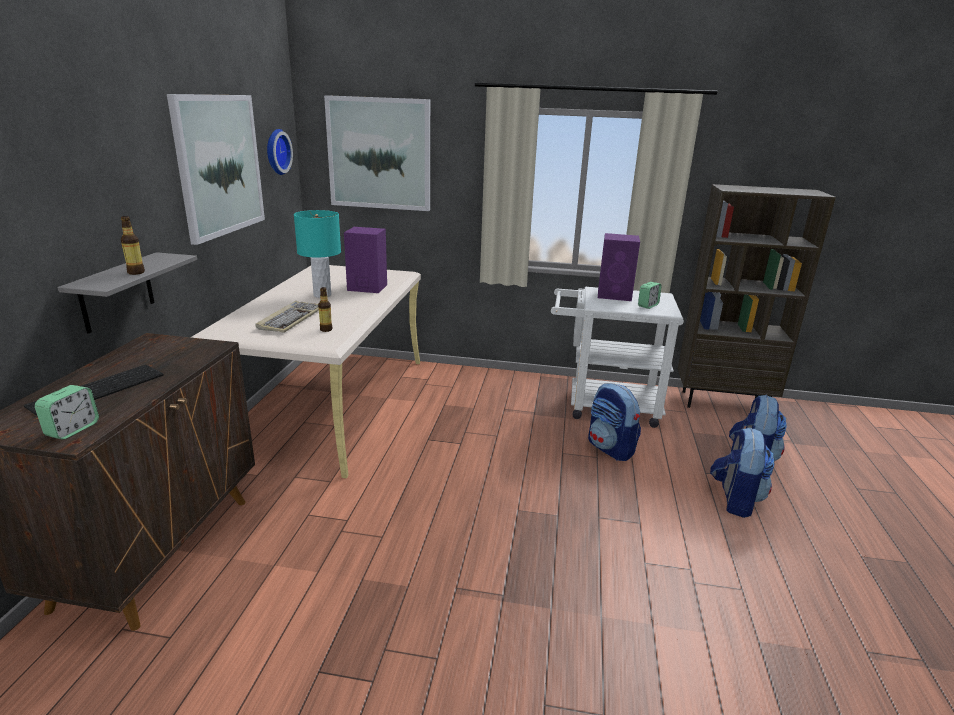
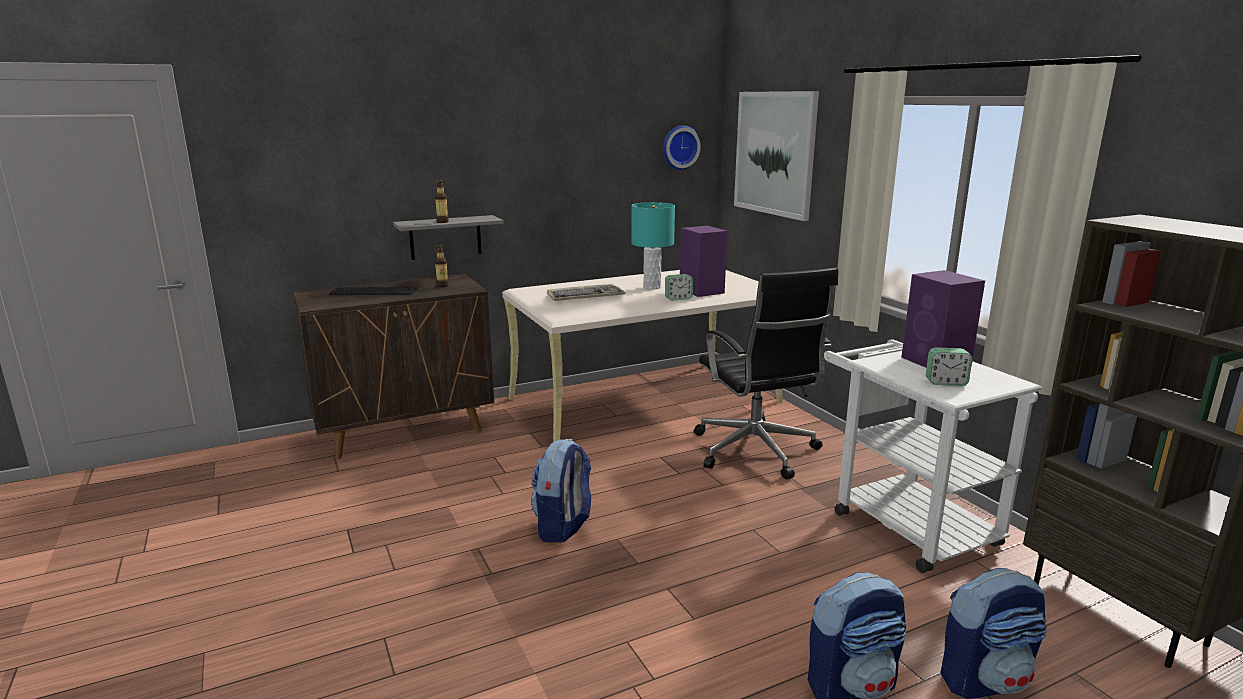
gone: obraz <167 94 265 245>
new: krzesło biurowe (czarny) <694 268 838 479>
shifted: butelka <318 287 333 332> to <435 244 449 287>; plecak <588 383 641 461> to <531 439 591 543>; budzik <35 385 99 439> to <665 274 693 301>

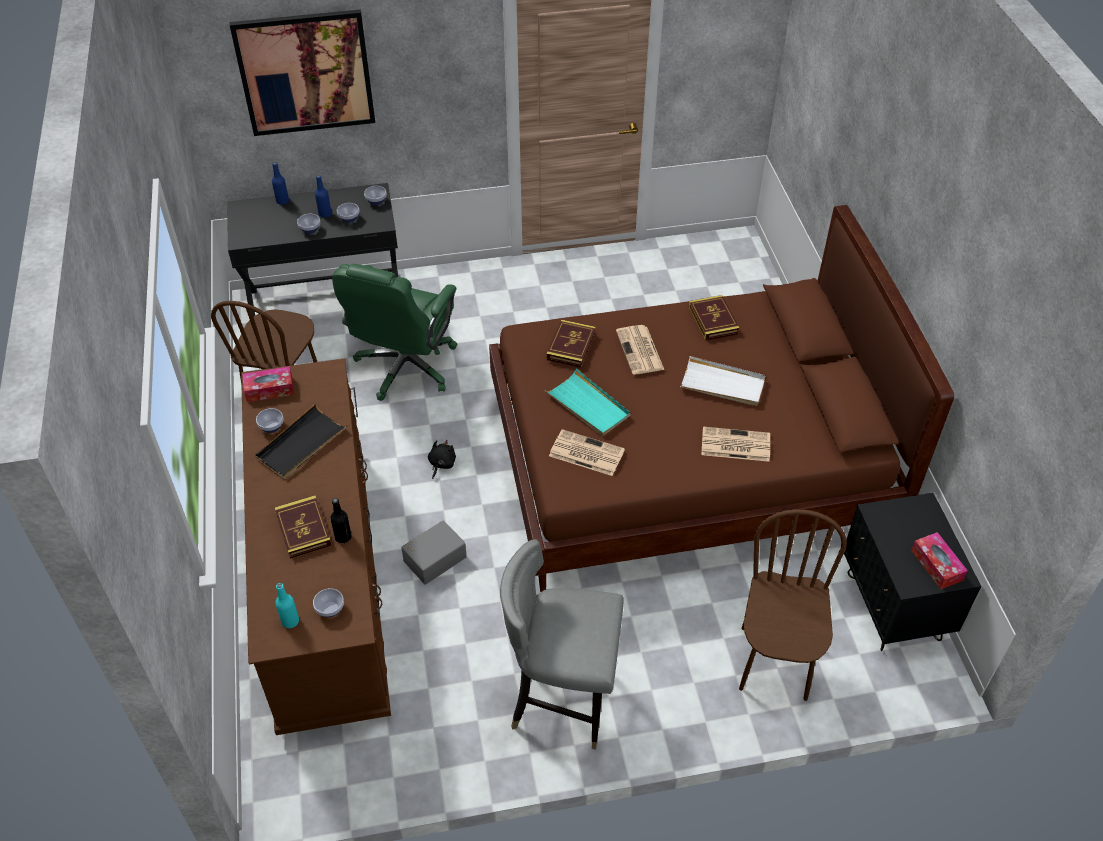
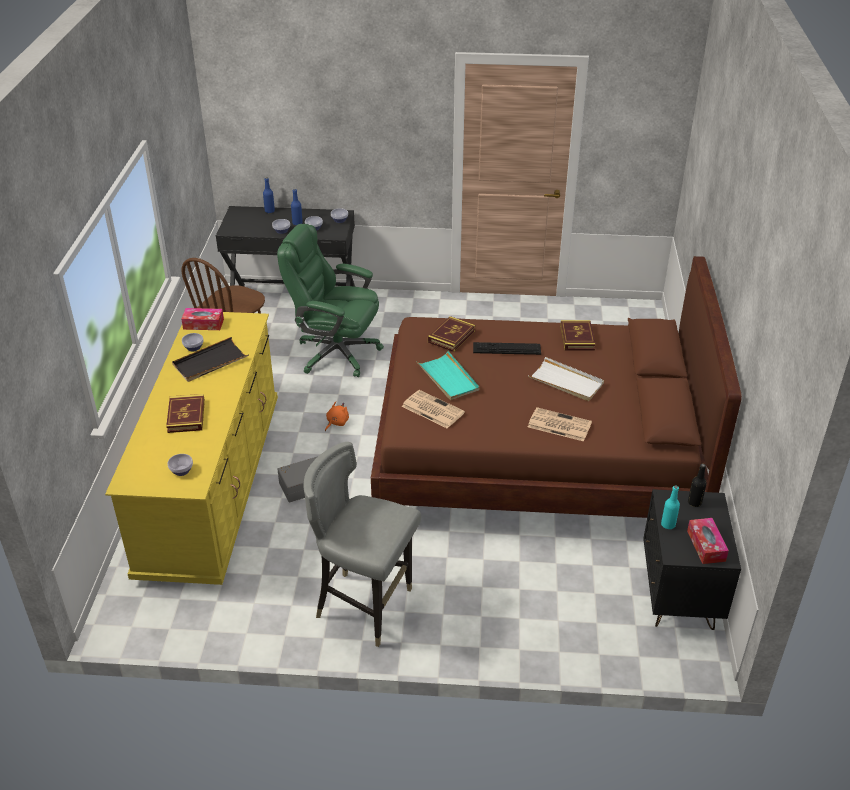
gone: obraz <230 9 375 136>; krzesło (brązowy) <739 509 847 701>
shifted: butelka (turkusowy) <275 583 299 628> to <661 485 680 529>; butelka (czarny) <330 498 352 543> to <688 464 707 507>
swapped: gazeta <616 325 664 375> to klawiatura <473 342 541 355>
repainted: komoda (brązowy) <241 358 391 735> to komoda (żółty) <105 312 278 585>; pluszak (czarny) <428 440 456 479> to pluszak (pomarańczowy) <325 401 349 431>
rotated: krzesło biurowe (zielony) <332 264 458 401> = <277 224 384 377> 75 degrees clockwise

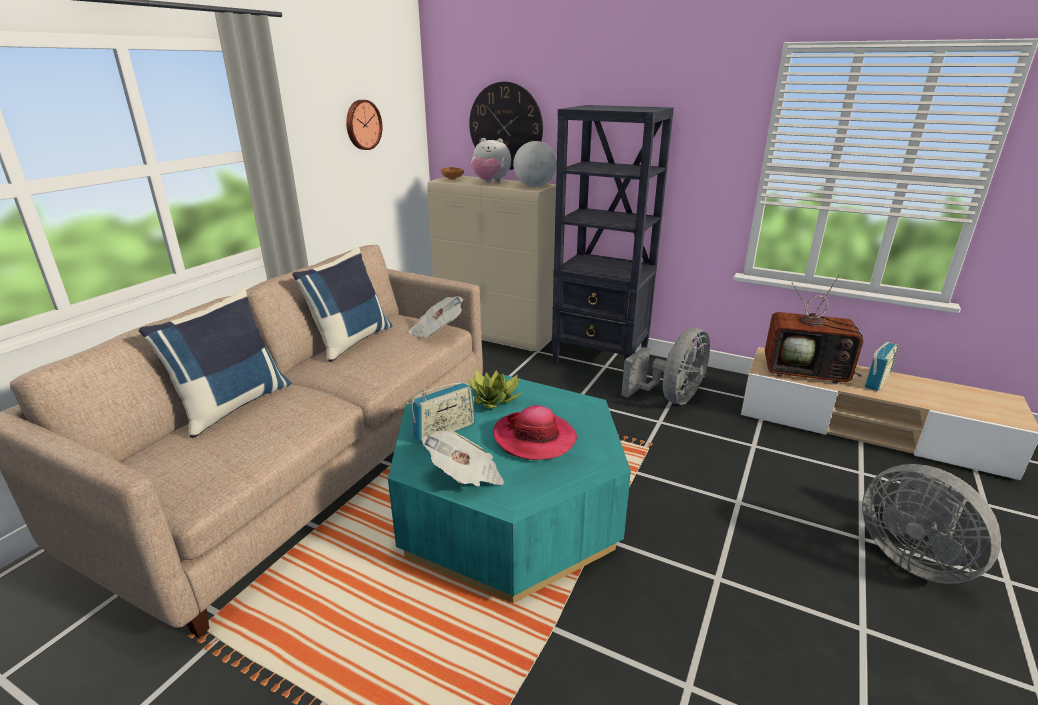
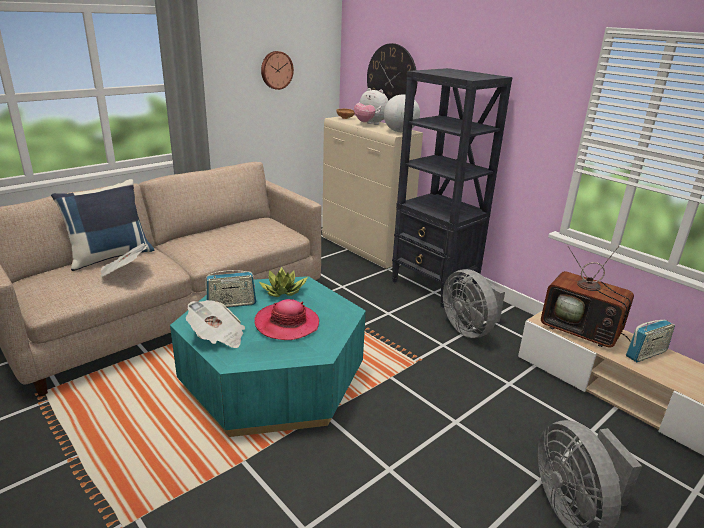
gone: poduszka (niebieski) <292 247 393 362>
shifted: gazeta <408 296 463 339> to <100 243 147 278>
rotated: wentylator (szary) <621 328 710 404> = <443 269 505 338> 90 degrees clockwise

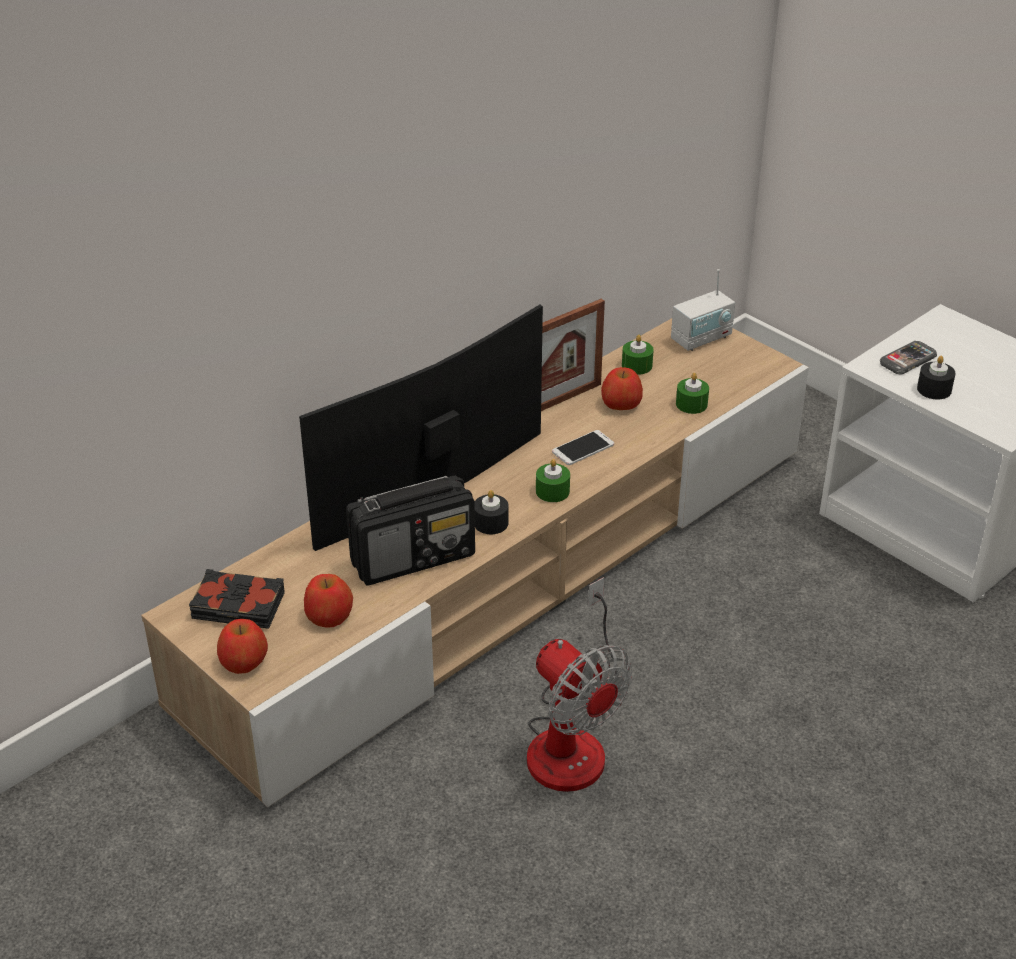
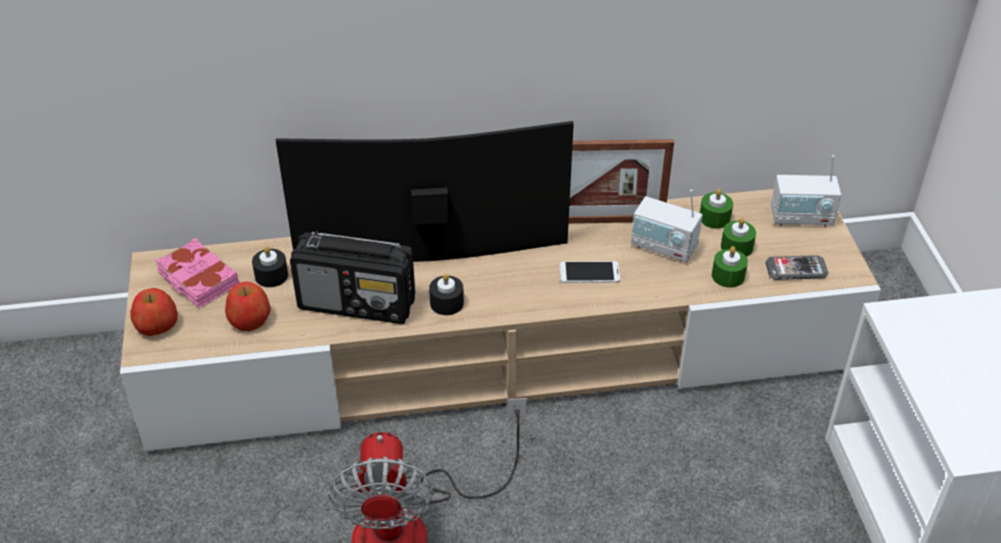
shifted: świeca (czarny) <917 356 955 400> to <252 246 288 287>; świeca (zielony) <536 459 570 502> to <721 218 756 257>; telefon <880 341 937 375> to <765 255 828 280>
swapped: jabłko <601 367 643 410> to radio <631 189 703 262>
repainted: książka (czarny) <189 569 285 629> to książka (różowy) <155 238 239 308>

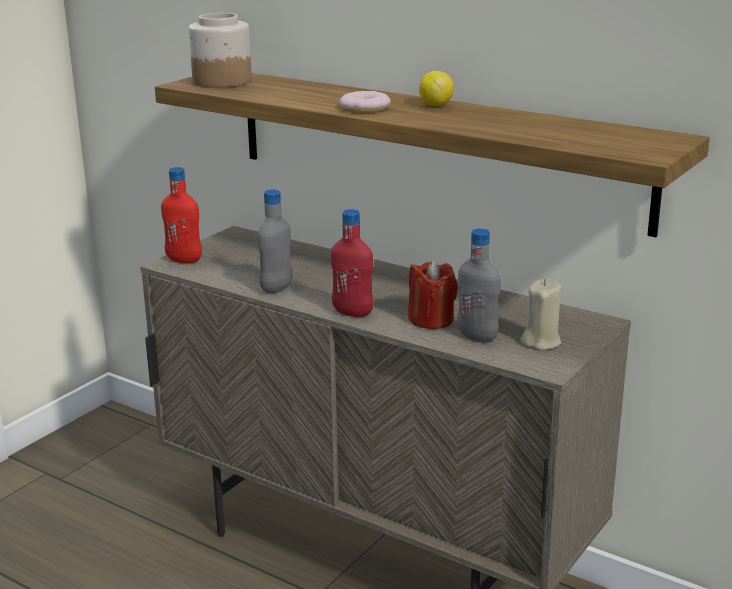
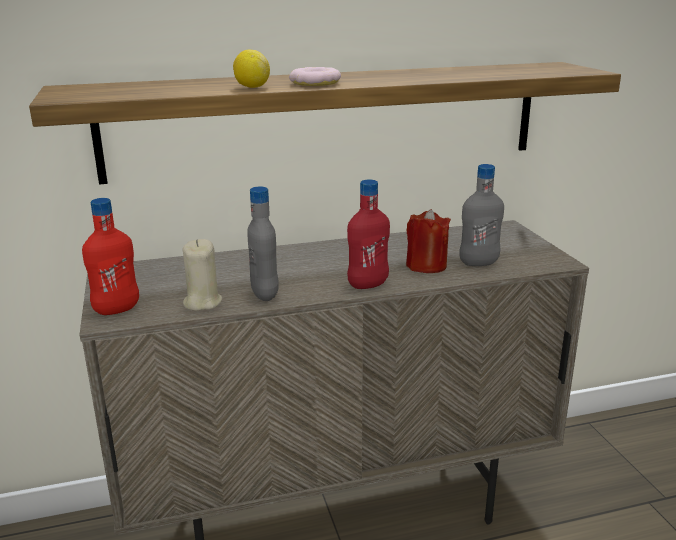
gone: słoik <189 13 252 88>
shifted: świeca (beżowy) <520 278 562 350> to <182 239 222 311>; cytryna <419 71 454 106> to <233 50 270 88>

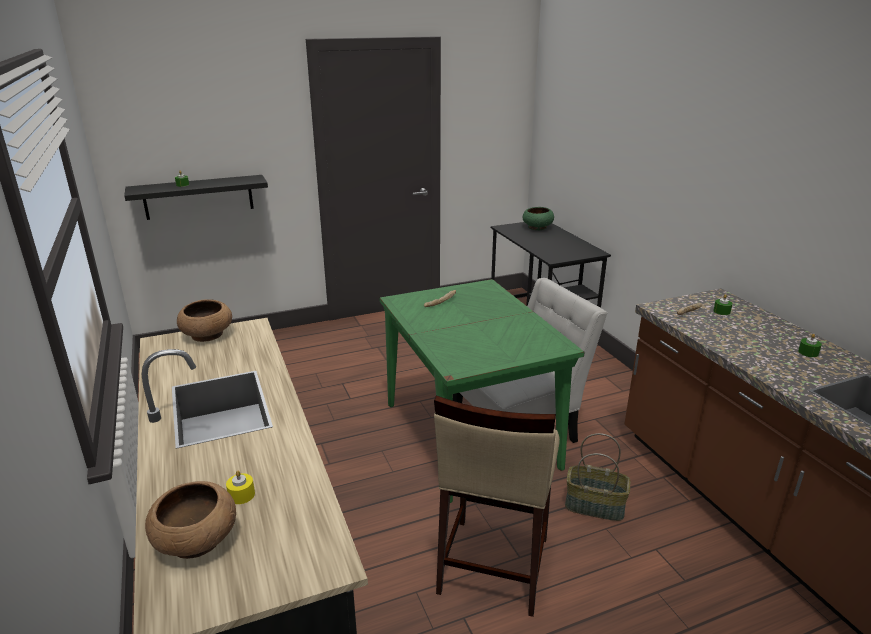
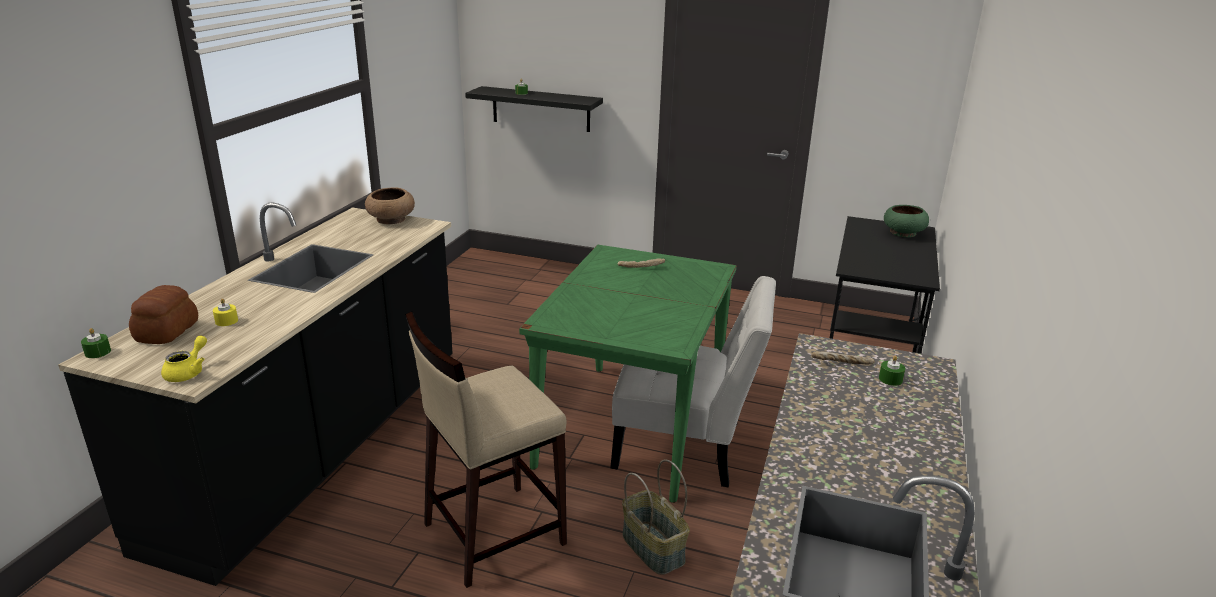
new: imbryk (żółty) <161 335 207 382>
shifted: świeca (zielony) <798 334 822 357> to <81 328 111 358>
swapped: miska (brązowy) <145 481 236 559> to chleb <129 285 198 344>

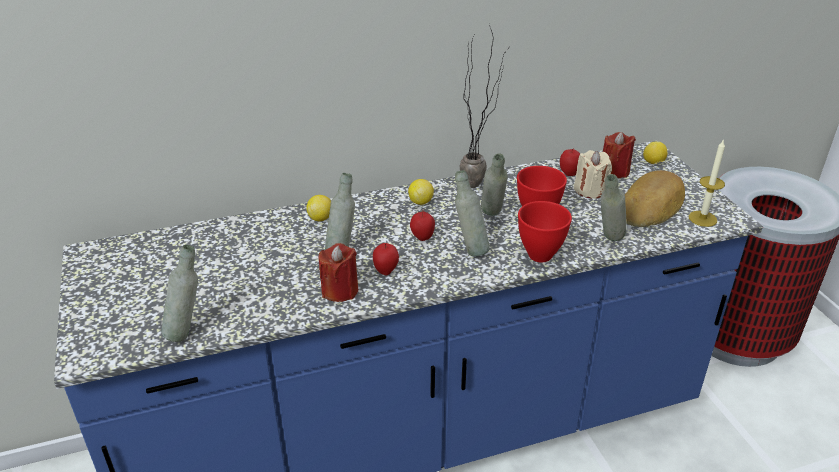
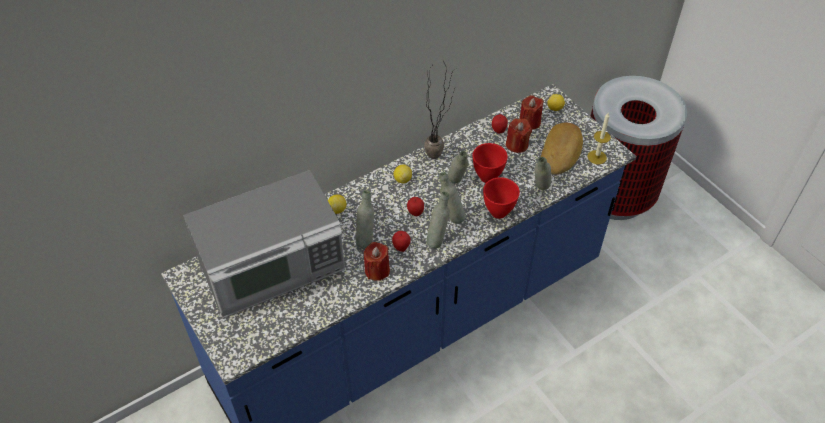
new: mikrofalówka <183 170 345 318>
shifted: butelka (szary) <161 245 198 342> to <426 191 450 248>
repainted: świeca (beżowy) <573 150 612 199> to świeca (czerwony) <506 119 532 153>

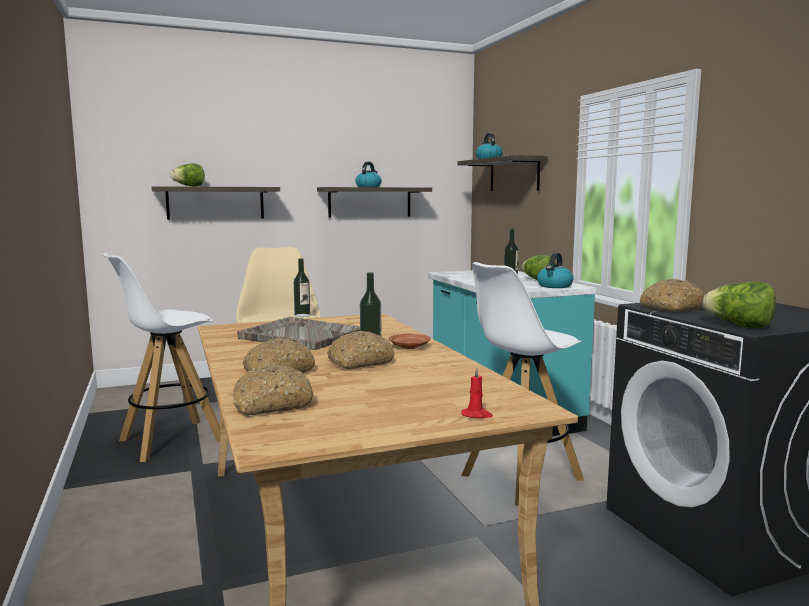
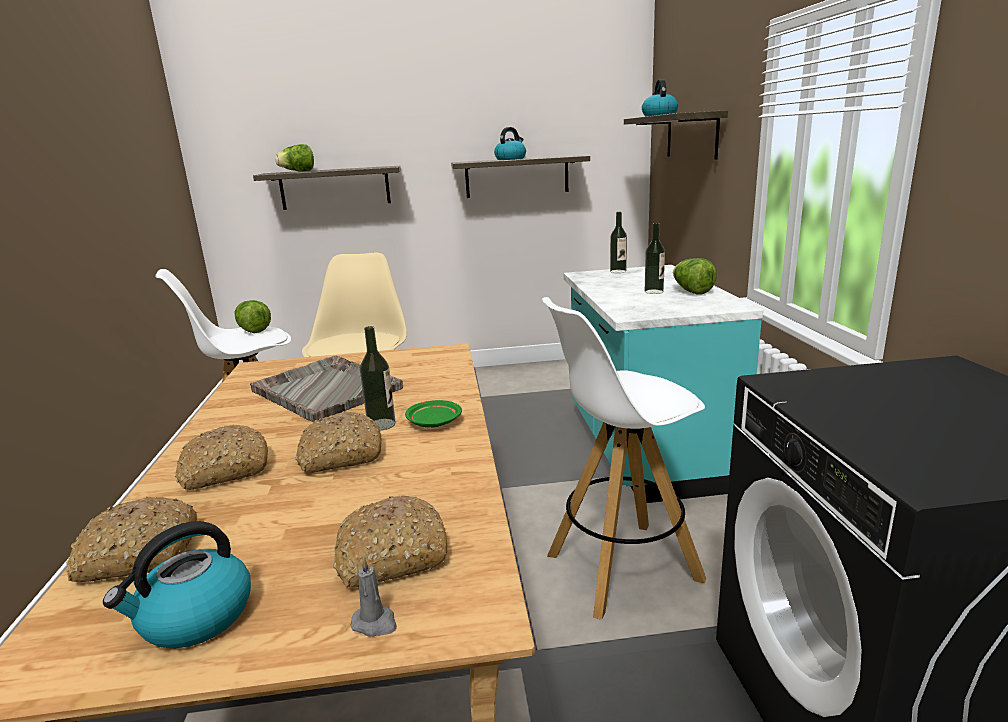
shifted: czajnik <537 253 574 288> to <103 521 251 648>; sałata <703 281 776 328> to <235 300 271 333>; chleb <640 279 705 312> to <333 495 448 588>; butelka <294 258 310 317> to <610 212 627 273>
repainted: świeca (czerwony) <462 367 493 419> to świeca (szary) <350 557 397 637>; talerz (brązowy) <389 334 431 349> to talerz (zielony) <405 400 462 428>

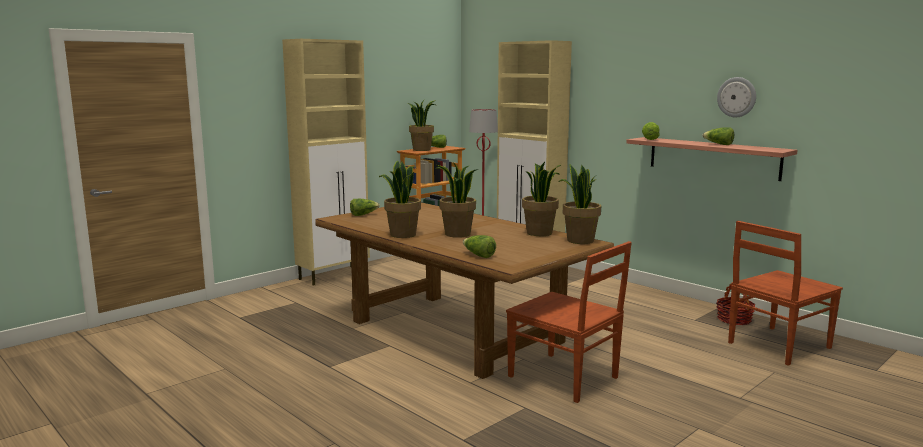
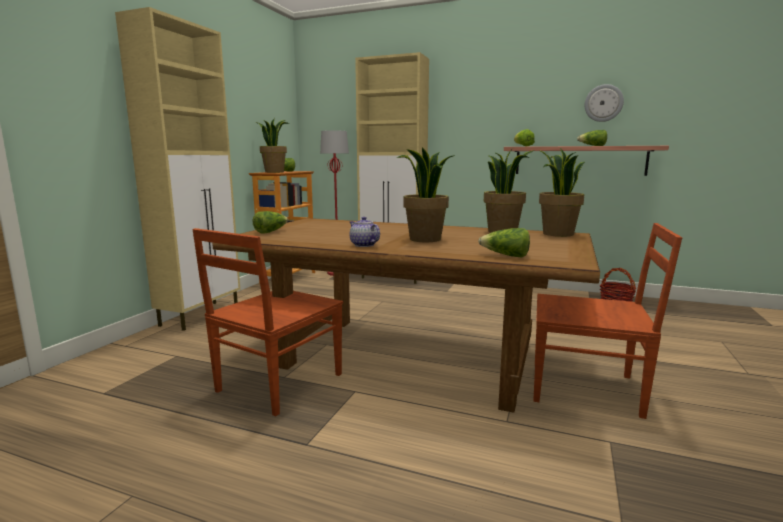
shifted: krzesło (brązowy) <728 221 843 366> to <192 228 343 416>
swapped: roślina doniczkowa <379 161 421 238> to imbryk <350 217 380 247>

